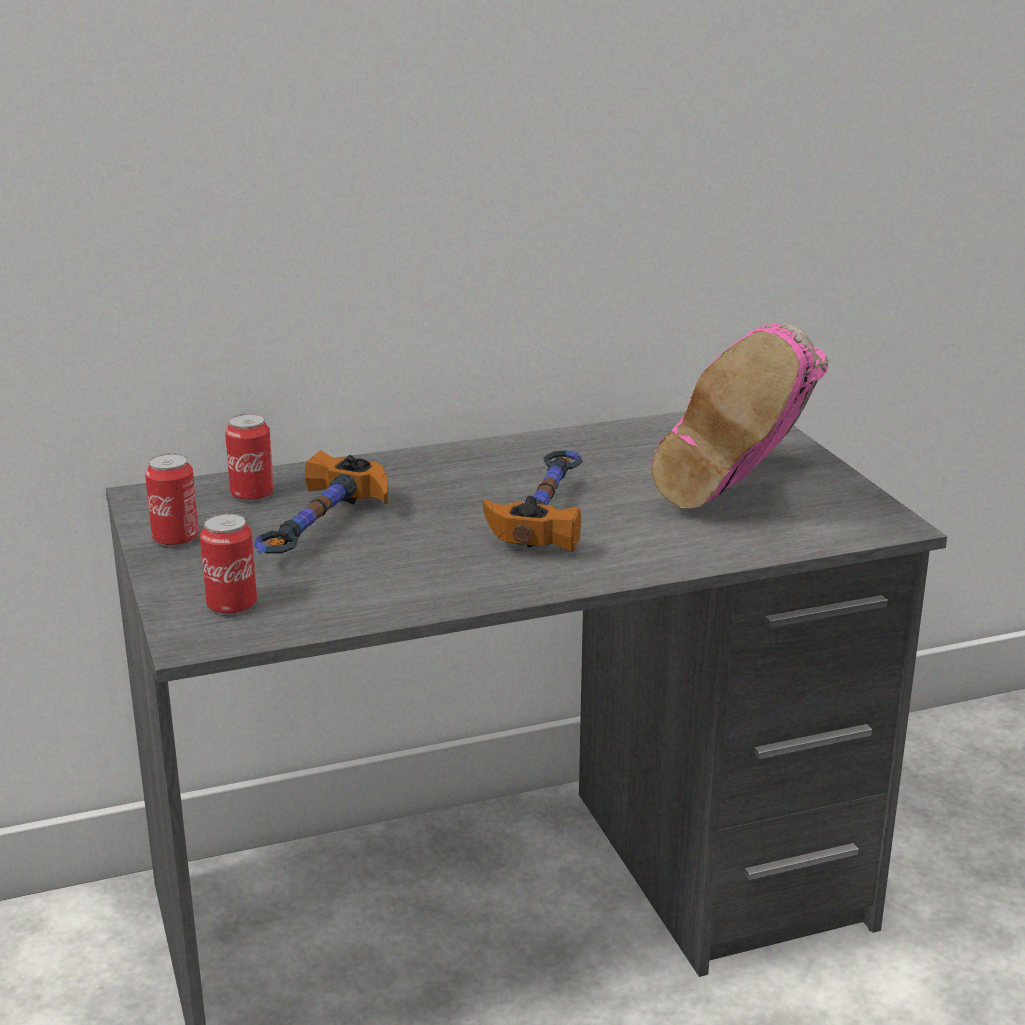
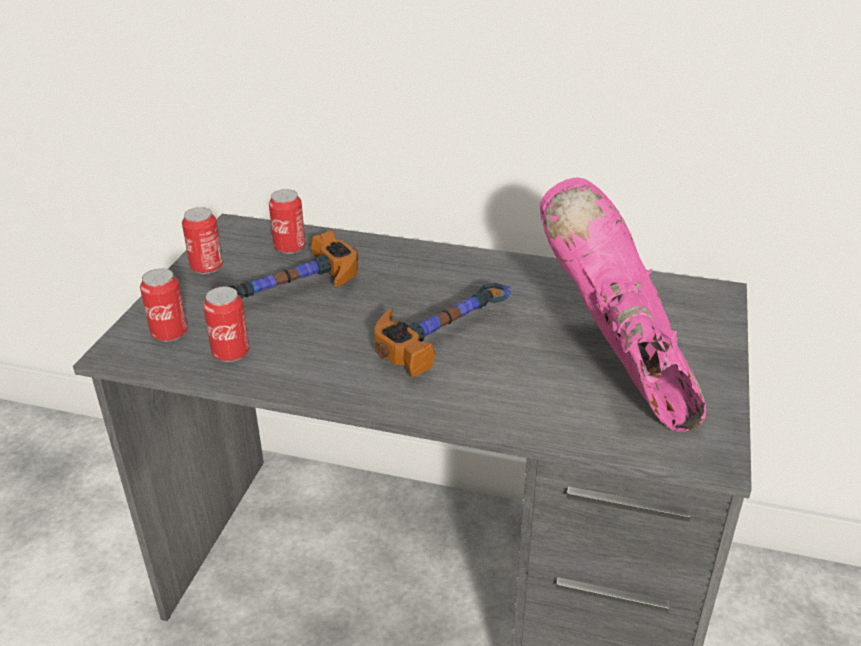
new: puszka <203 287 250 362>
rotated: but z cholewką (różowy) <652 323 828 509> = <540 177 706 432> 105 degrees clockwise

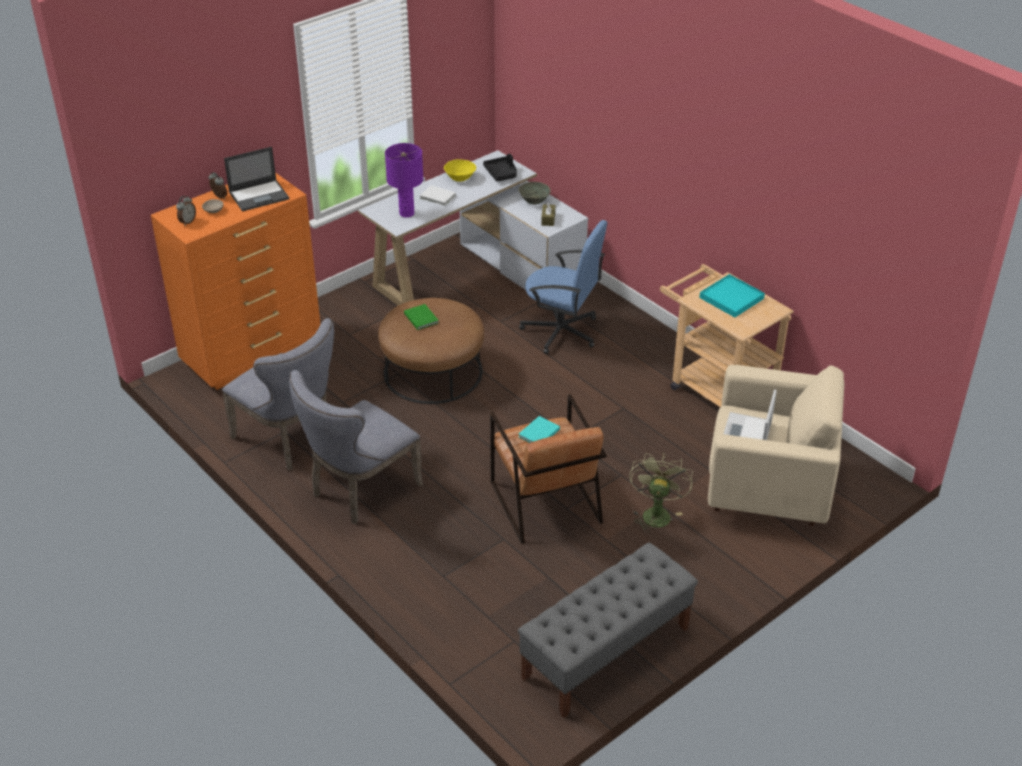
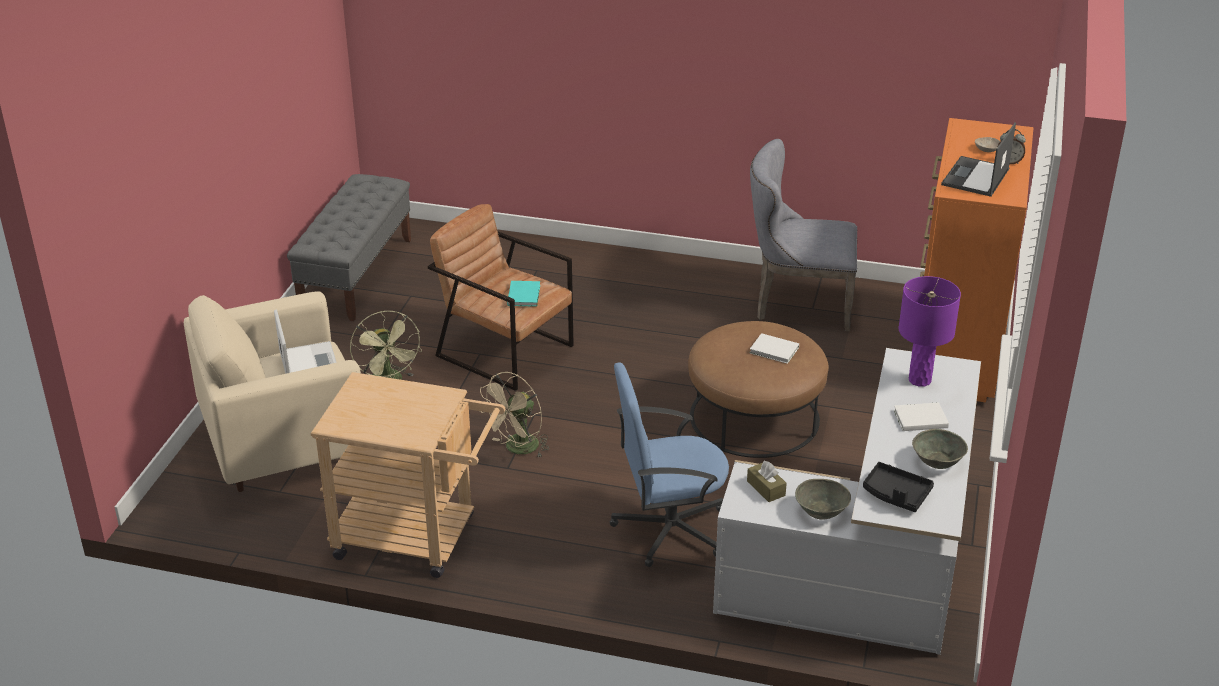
gone: budzik <176 196 196 226>; krzesło (szary) <289 370 423 524>; taca (turkusowy) <699 274 765 317>
new: wentylator (beżowy) <480 372 549 457>
repainted: książka (zielony) <404 304 439 330> to książka (biały) <750 333 799 364>; miska (żółty) <444 159 476 182> to miska (szary) <912 429 968 469>

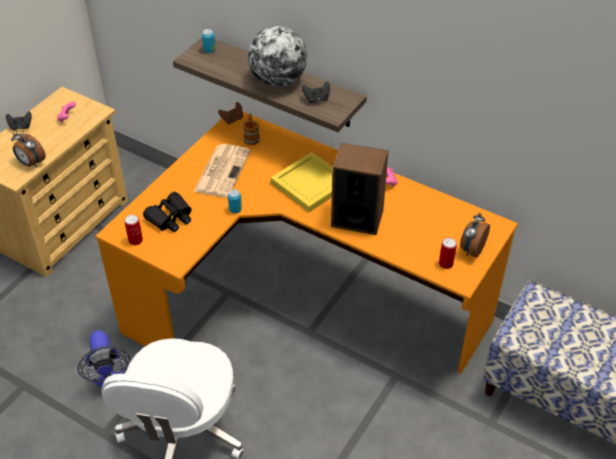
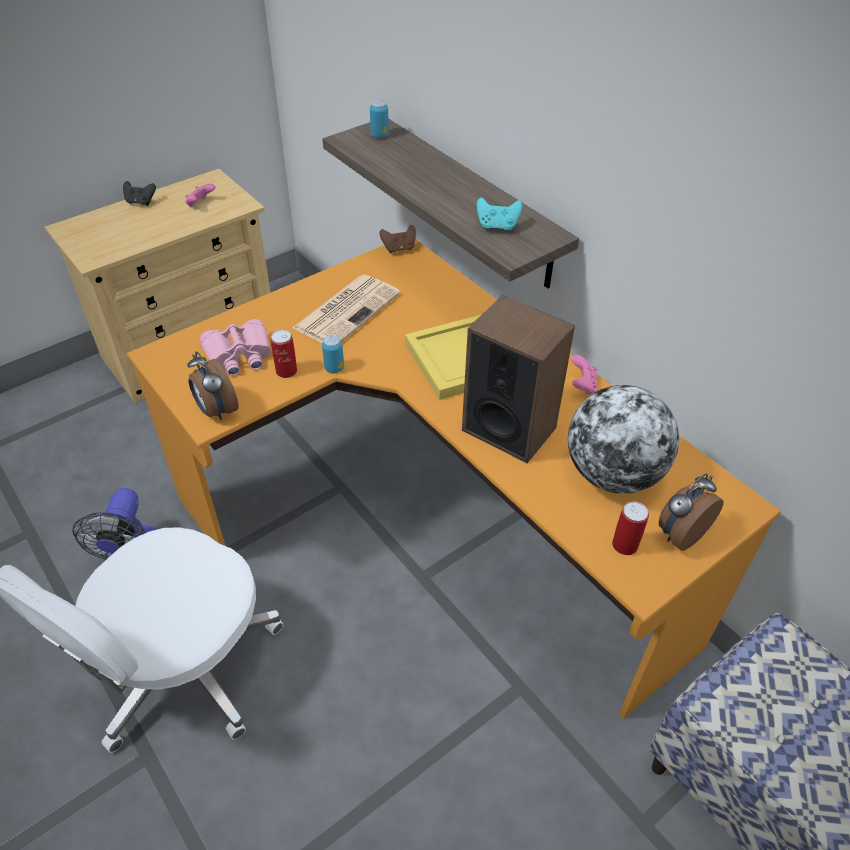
gone: kubek <243 114 260 145>
shifted: budzik <11 130 46 167> to <187 351 239 420>; puszka <125 215 143 245> to <270 330 297 378>; globus <248 26 307 87> to <568 385 679 494>
repainted: lornetka (czarny) <143 192 192 232> to lornetka (różowy) <200 319 271 376>; pad do gier (czarny) <302 82 330 103> to pad do gier (turkusowy) <477 197 522 231>

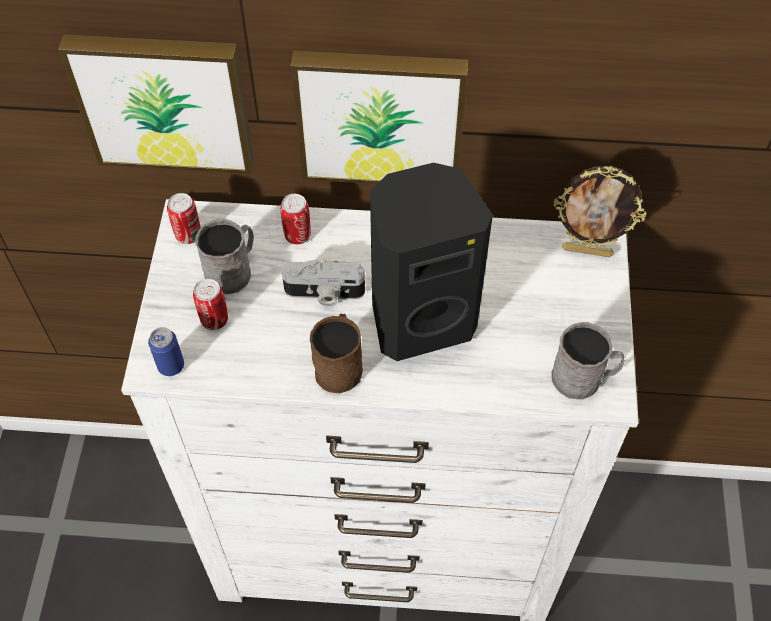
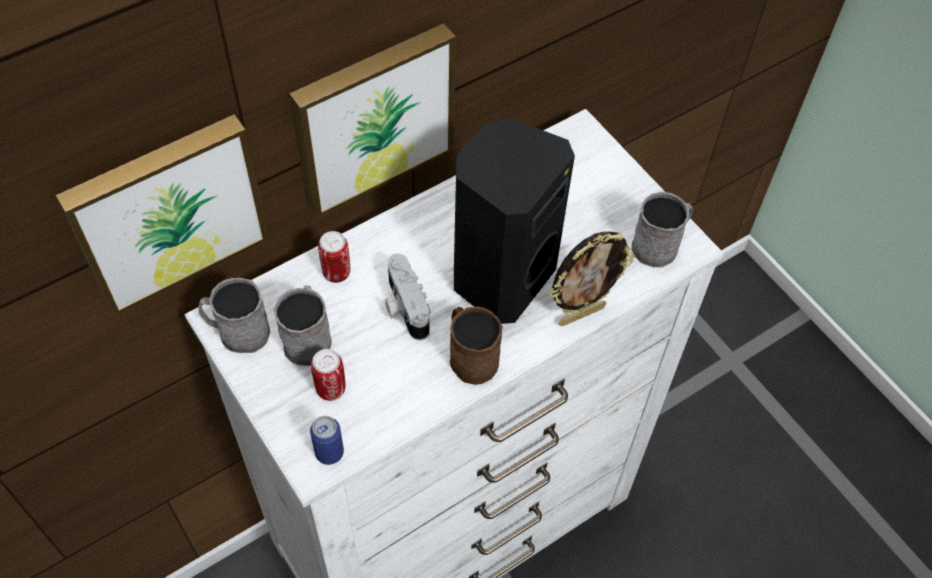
shifted: ramka na zdjęcie <554 166 646 257> to <549 231 634 326>
swapped: puszka <167 193 201 244> to kubek (szary) <198 278 270 353>
rotated: aparat fotograficzny <282 259 365 306> = <385 253 430 340> 105 degrees clockwise

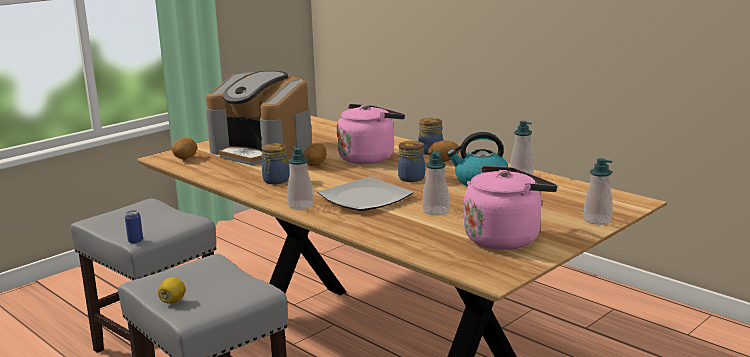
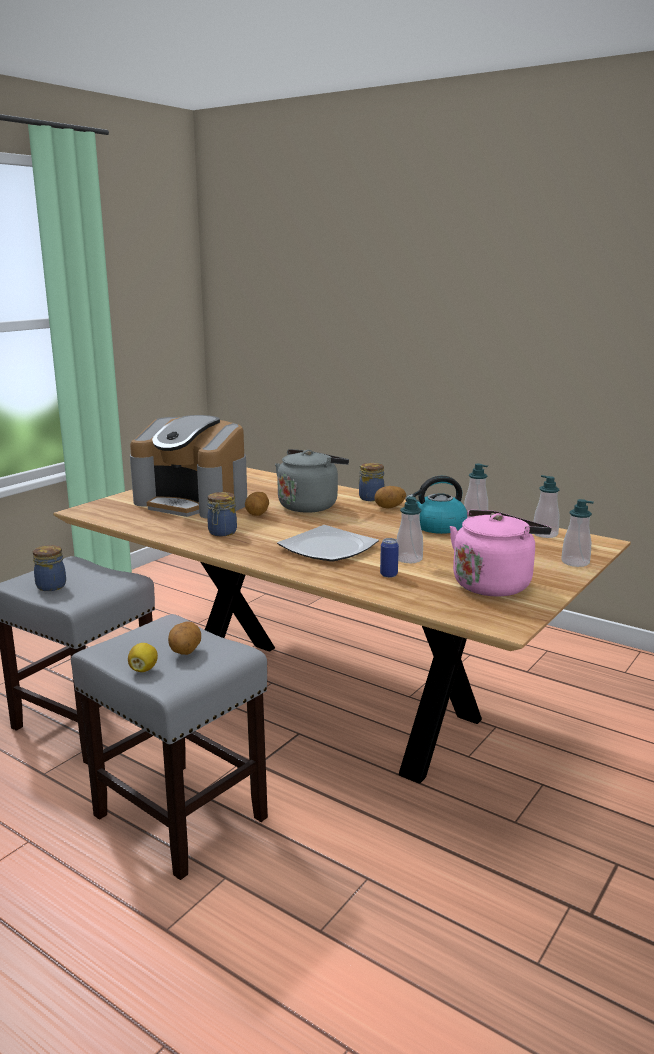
shifted: słoik <398 141 425 182> to <33 545 66 591>; ziemniak <172 138 197 160> to <168 622 201 655>; puszka <125 210 143 244> to <380 538 399 578>; dozownik mydła <288 146 314 210> to <533 475 559 538>
repainted: czajnik (różowy) <337 104 405 164> to czajnik (szary) <275 449 349 512>

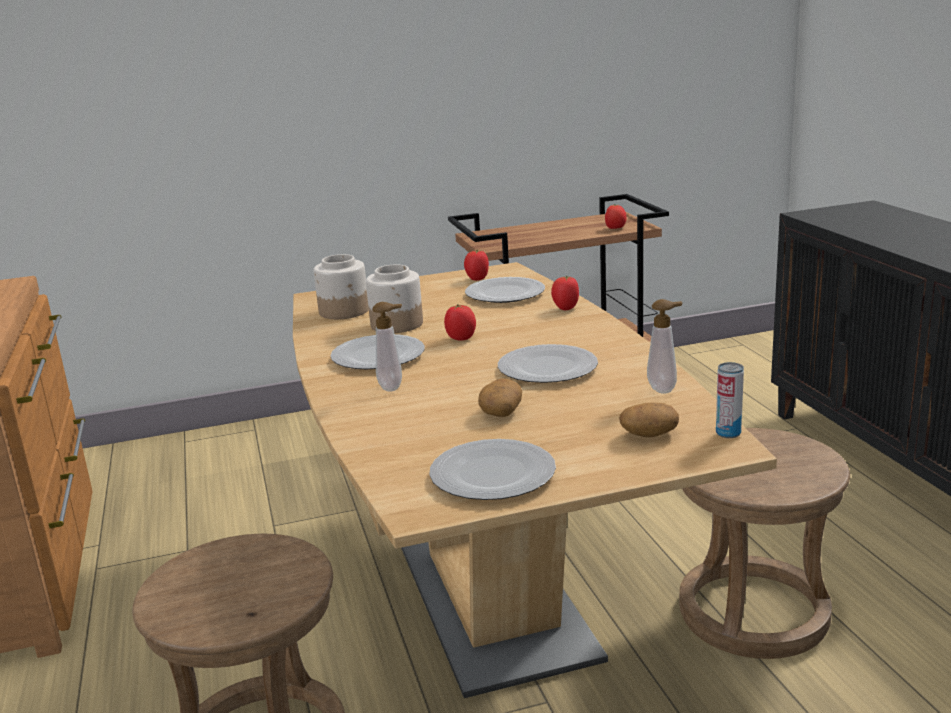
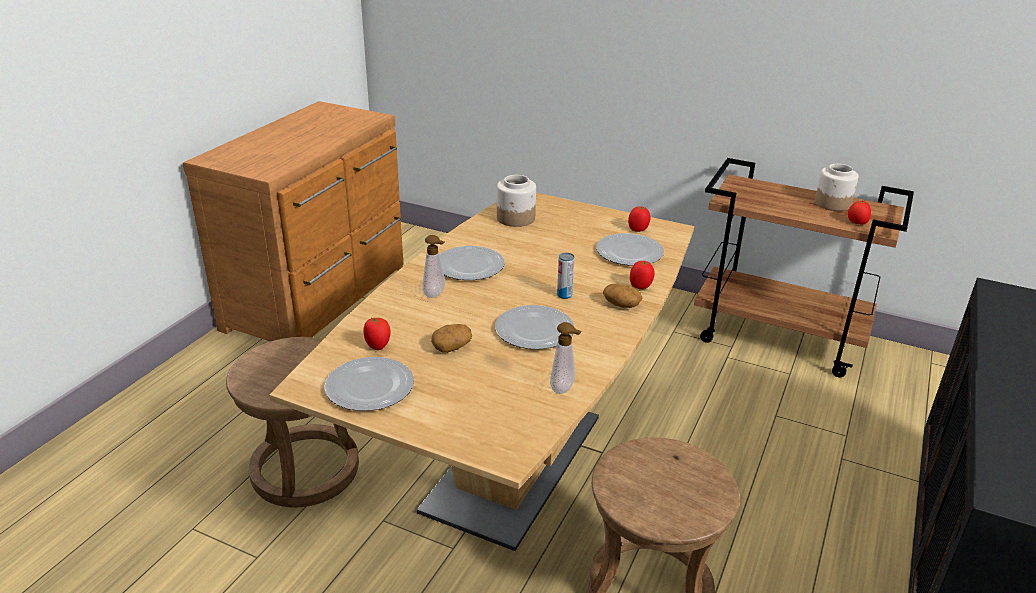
shifted: pomidor <444 304 476 341> to <363 317 391 350>; puszka <716 362 744 438> to <557 253 574 299>; ziemniak <619 403 679 437> to <603 284 643 308>; słoik <366 265 423 333> to <815 164 859 211>

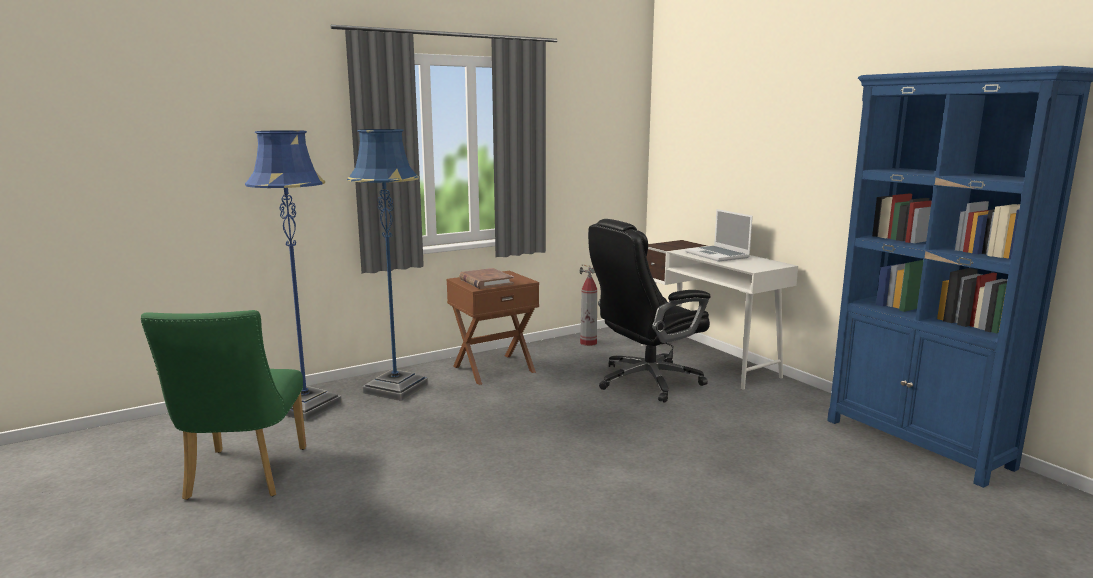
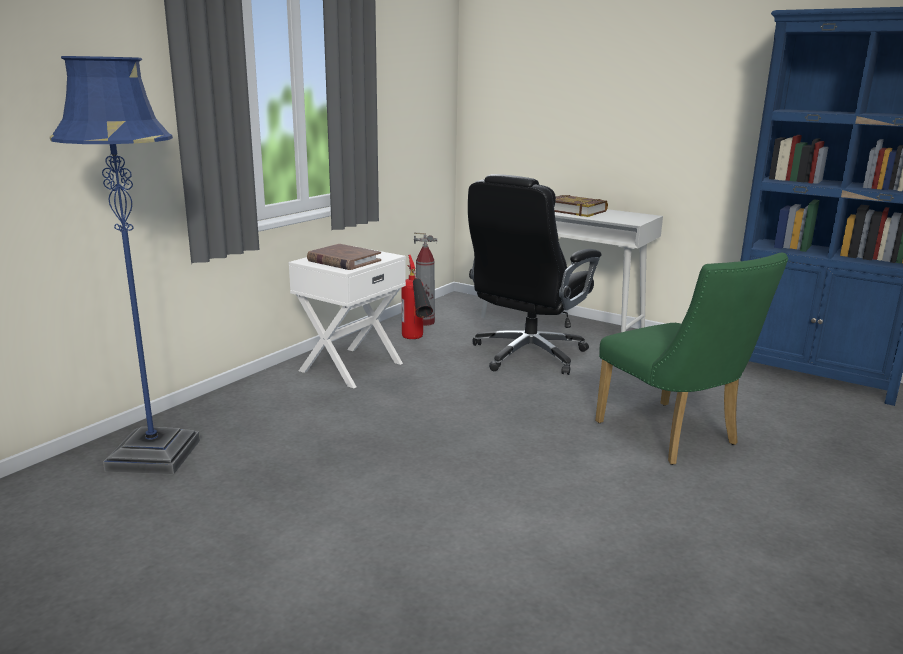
gone: lampa stojąca (niebieski) <347 129 428 401>
new: gaśnica <402 255 433 339>
shifted: krzesło (zielony) <141 310 306 500> to <595 253 788 465>
swapped: laptop <685 209 753 262> to książka <554 195 608 217>
repainted: szafka nocna (brązowy) <447 271 539 385> to szafka nocna (biały) <289 246 406 388>

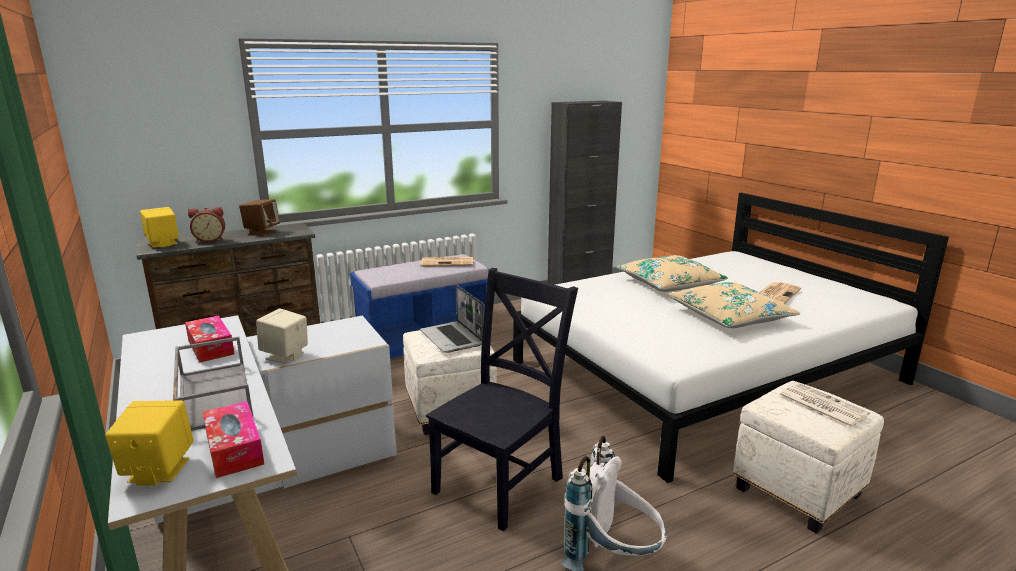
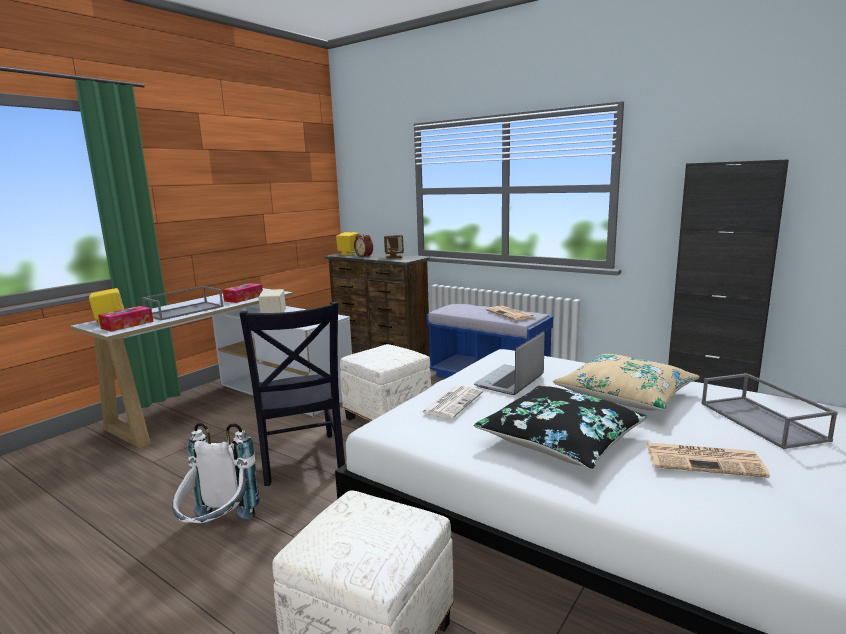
new: taca (szary) <701 373 838 449>
shifted: gazeta <778 383 870 429> to <421 386 483 419>; laptop <420 285 484 353> to <474 332 545 395>
repainted: poduszka (beżowy) <667 282 800 328> to poduszka (czarny) <474 386 647 470>
rotated: krzesło (czarny) <426 268 578 531> = <239 302 345 486> 60 degrees clockwise

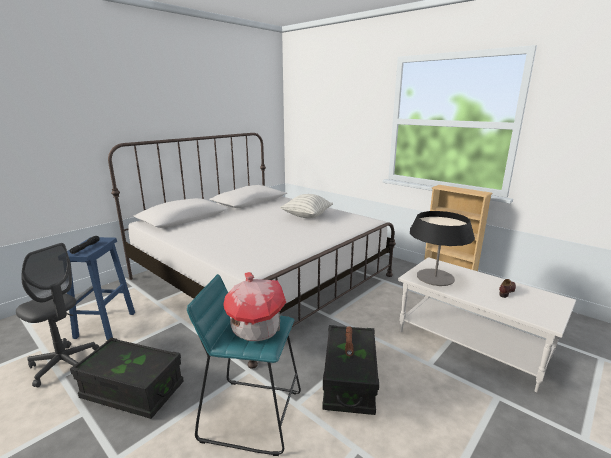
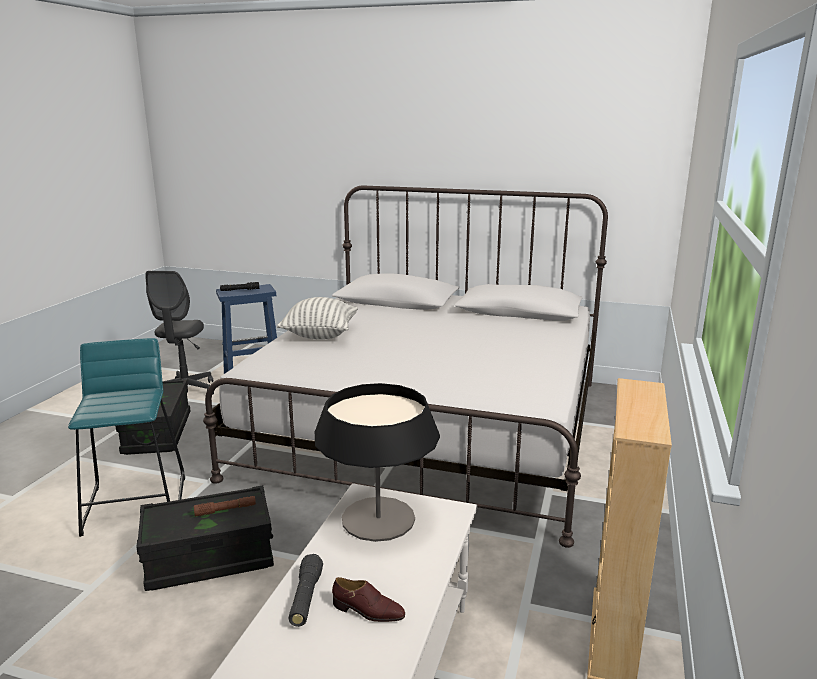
gone: domek <223 272 286 341>
new: latarka (czarny) <288 554 323 627>
shifted: poduszka <280 194 333 219> to <277 297 358 339>

